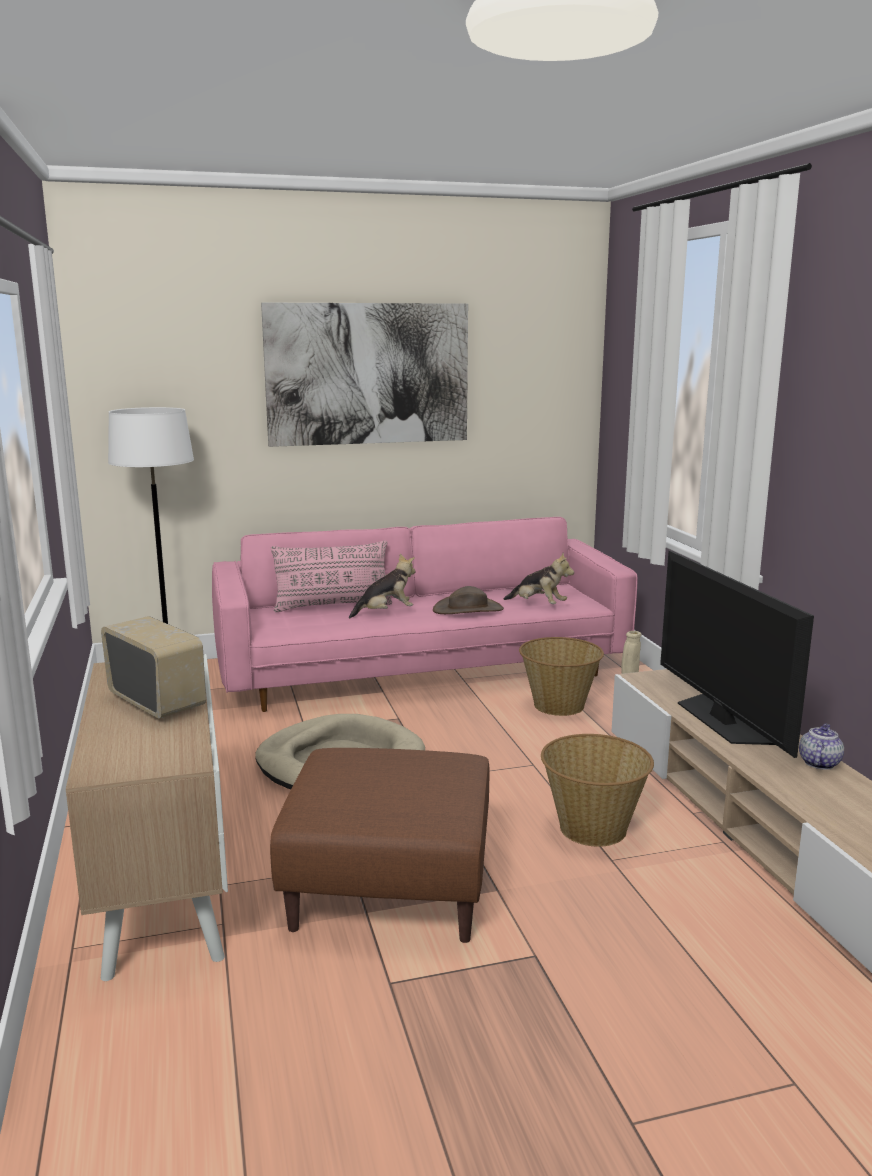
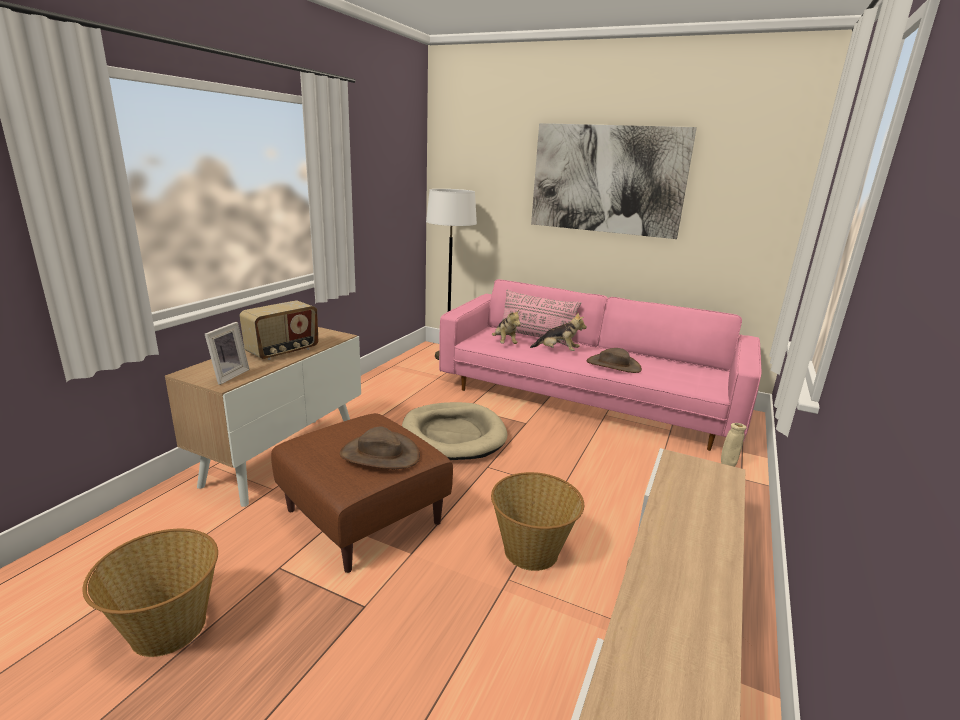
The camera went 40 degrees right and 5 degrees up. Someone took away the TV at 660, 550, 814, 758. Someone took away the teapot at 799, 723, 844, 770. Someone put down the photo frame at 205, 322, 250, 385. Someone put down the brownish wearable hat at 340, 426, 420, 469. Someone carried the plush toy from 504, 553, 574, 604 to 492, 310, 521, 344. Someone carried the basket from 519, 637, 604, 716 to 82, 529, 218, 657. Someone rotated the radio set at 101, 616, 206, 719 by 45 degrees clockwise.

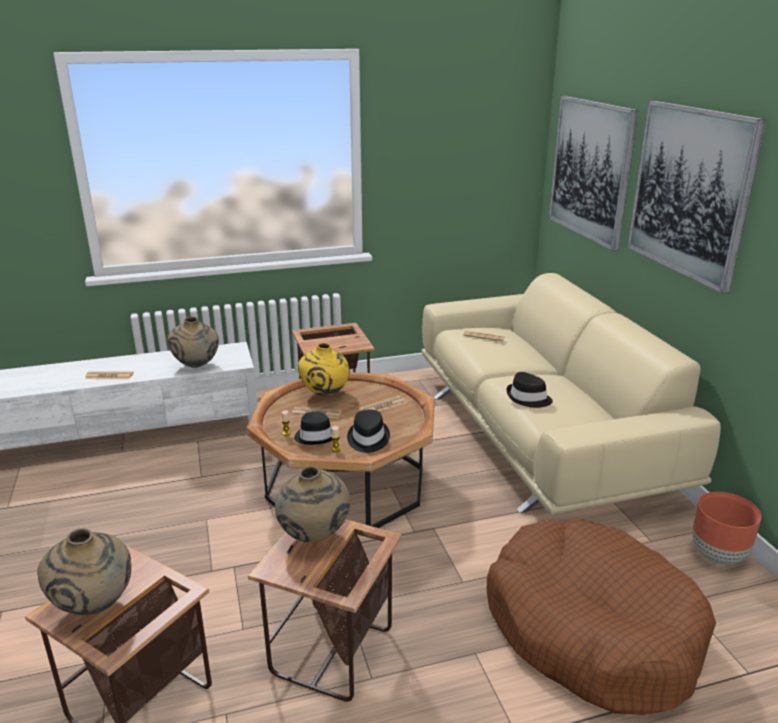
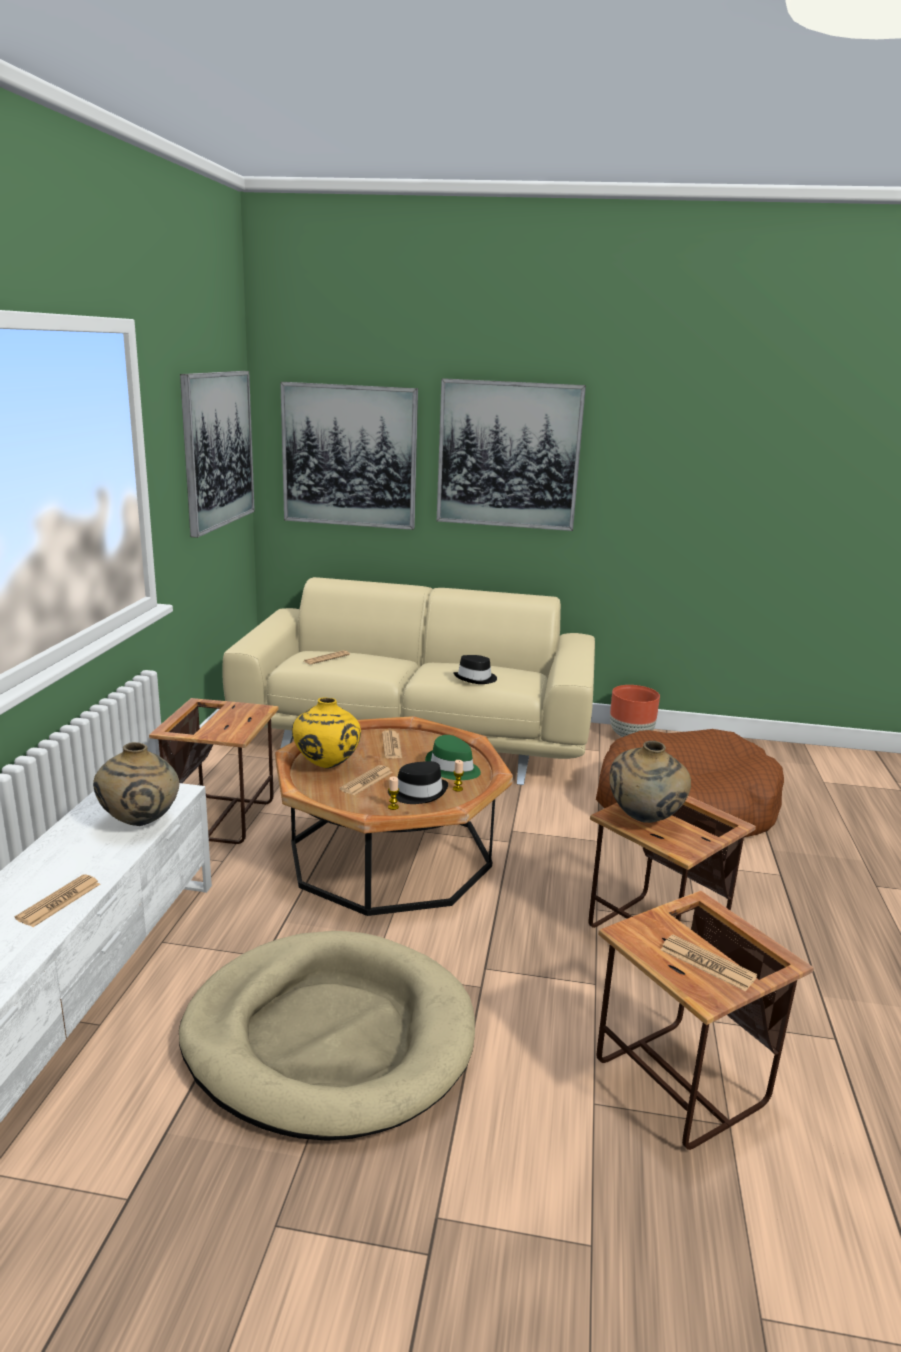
The camera went 65 degrees left and 5 degrees down. Someone put down the sand-coloured dog bed at 179, 931, 475, 1141. Someone put up the picture at 180, 371, 255, 538. Someone swapped the sand-coloured flower vase at 37, 528, 131, 615 for the newspaper at 660, 935, 758, 991. Someone repainted the blackish wearable hat at 347, 409, 390, 453, which became the greenish wearable hat at 425, 735, 481, 780.

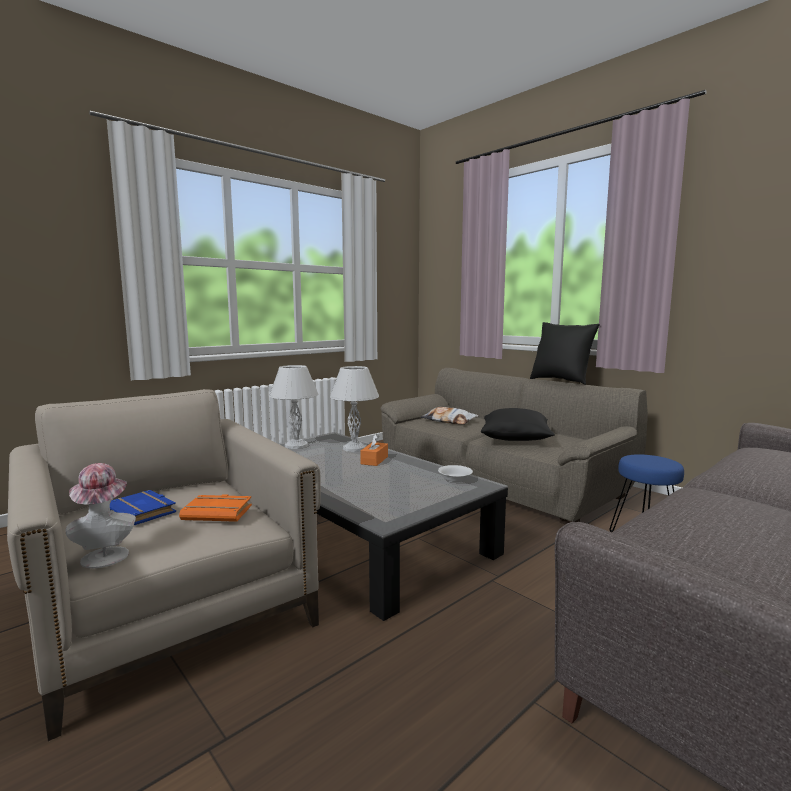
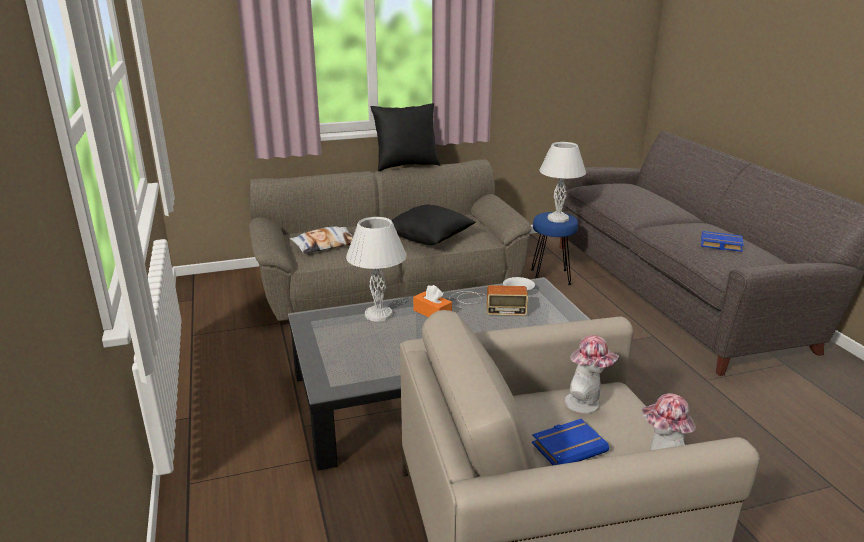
The camera went 65 degrees left and 15 degrees up. Someone put down the radio set at 449, 285, 528, 316. Someone put down the blue-coloured volume at 701, 231, 744, 252. Someone carried the white lamp for a table from 269, 365, 319, 449 to 539, 142, 586, 223. Someone swapped the orange volume at 179, 494, 252, 522 for the wearable hat at 565, 335, 619, 413.

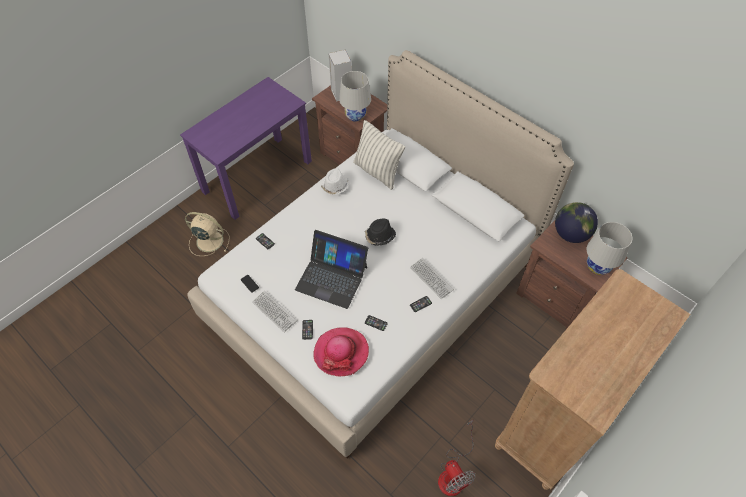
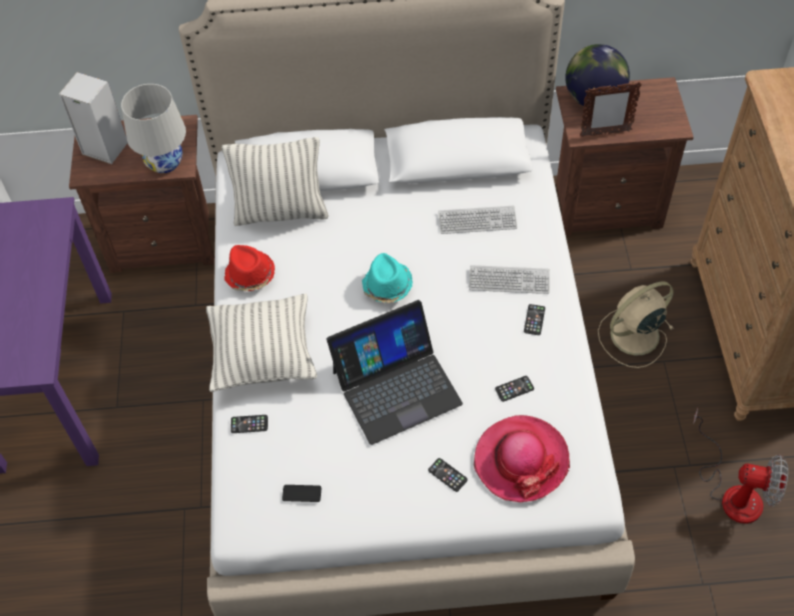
The camera went 45 degrees left and 0 degrees up. Someone took away the white lamp for a table at 587, 222, 632, 275. Someone put down the throw pillow at 206, 294, 317, 392. Someone put down the photo frame at 580, 82, 642, 137. Someone carried the sand-coloured electric fan from 185, 212, 229, 256 to 598, 281, 674, 368. Someone carried the computer keyboard from 252, 291, 297, 333 to 438, 205, 517, 234. Someone repainted the white wearable hat at 321, 168, 349, 194, which became the red-coloured wearable hat at 224, 245, 275, 291. Someone repainted the blackish wearable hat at 365, 219, 396, 246, which became the turquoise-coloured wearable hat at 362, 253, 413, 303.

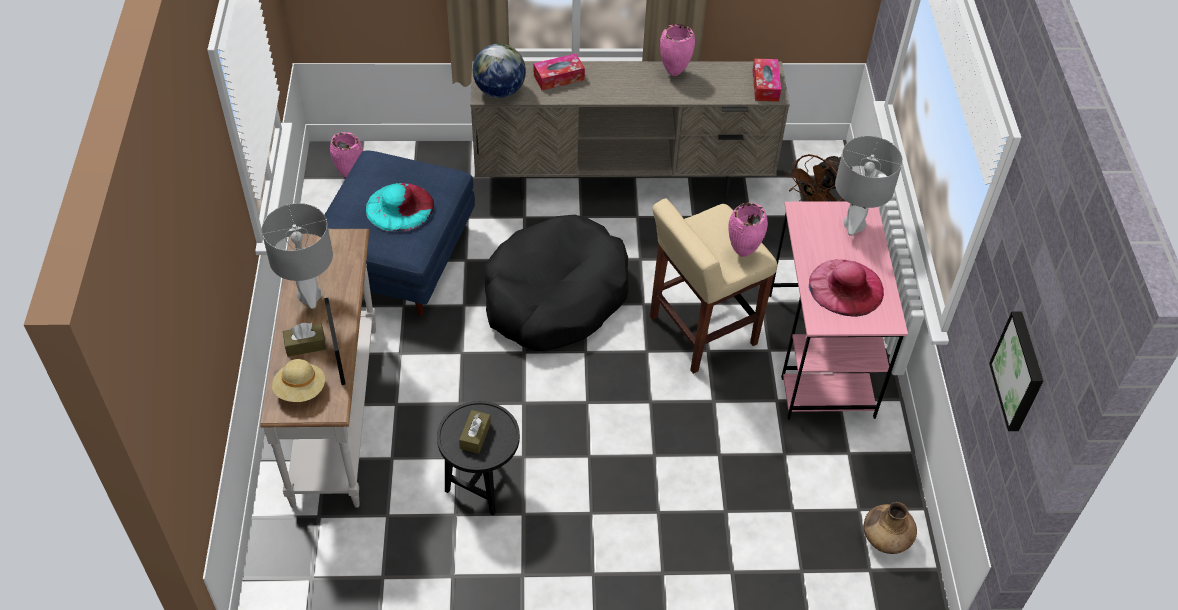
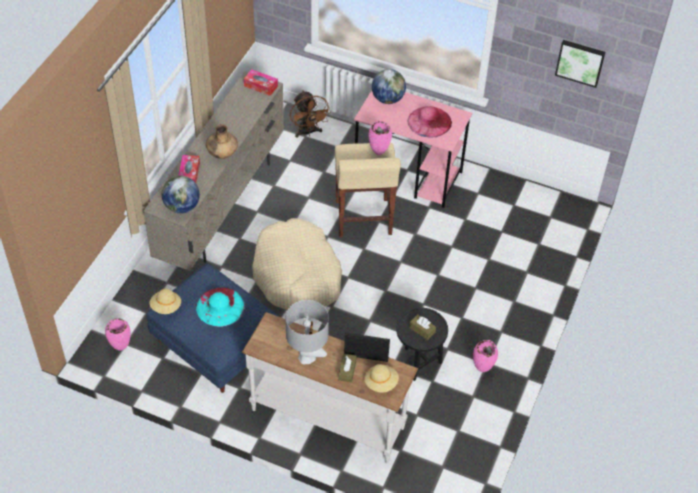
The camera went 65 degrees left and 0 degrees up. Someone put down the sand-coloured wearable hat at 150, 289, 181, 314. Someone carried the pink-coloured flower vase from 660, 24, 695, 76 to 473, 340, 498, 372. Someone carried the brownish flower vase from 864, 502, 917, 554 to 206, 124, 238, 159. Someone swapped the gray lamp for a table at 835, 136, 903, 236 for the desk globe at 372, 69, 406, 104. Someone repainted the blackish dog bed at 484, 215, 629, 351, which became the sand-coloured dog bed at 252, 218, 342, 310.

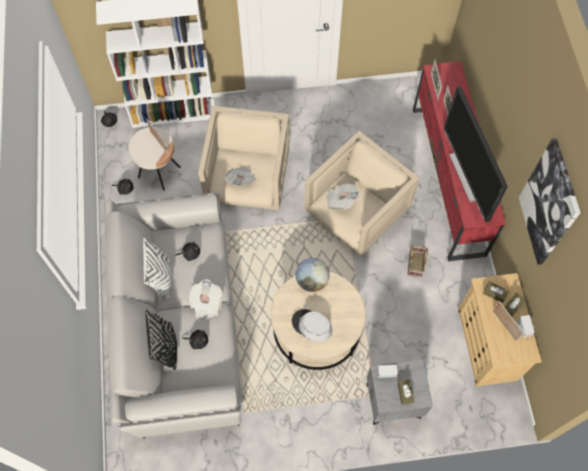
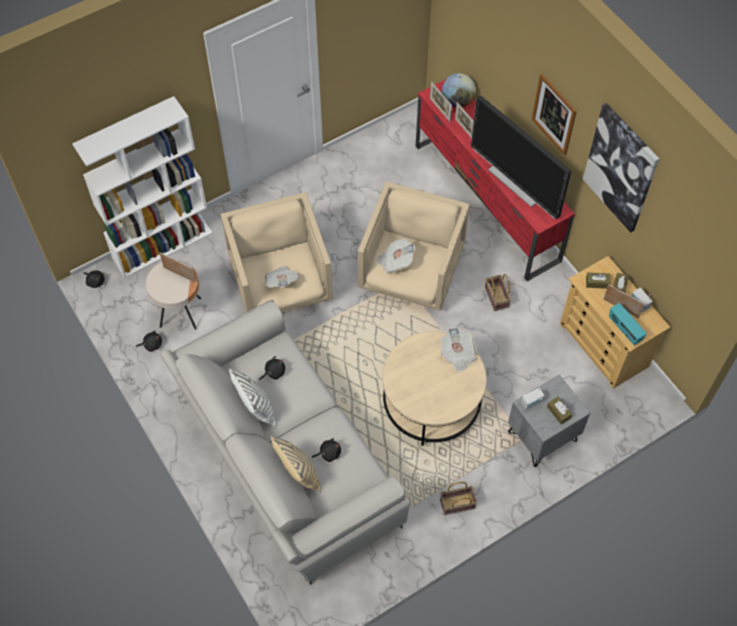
The camera went 25 degrees left and 5 degrees down. Someone took away the gray wearable hat at 292, 309, 332, 342. Someone put down the basket at 440, 482, 477, 515. Someone put up the picture at 532, 74, 577, 156. Someone put down the radio set at 609, 303, 647, 345. Someone carried the newspaper from 188, 279, 223, 321 to 441, 326, 477, 373. Someone carried the desk globe from 296, 258, 330, 292 to 442, 73, 476, 108. Someone repainted the blackish throw pillow at 146, 310, 177, 371, which became the sand-coloured throw pillow at 270, 436, 321, 492.

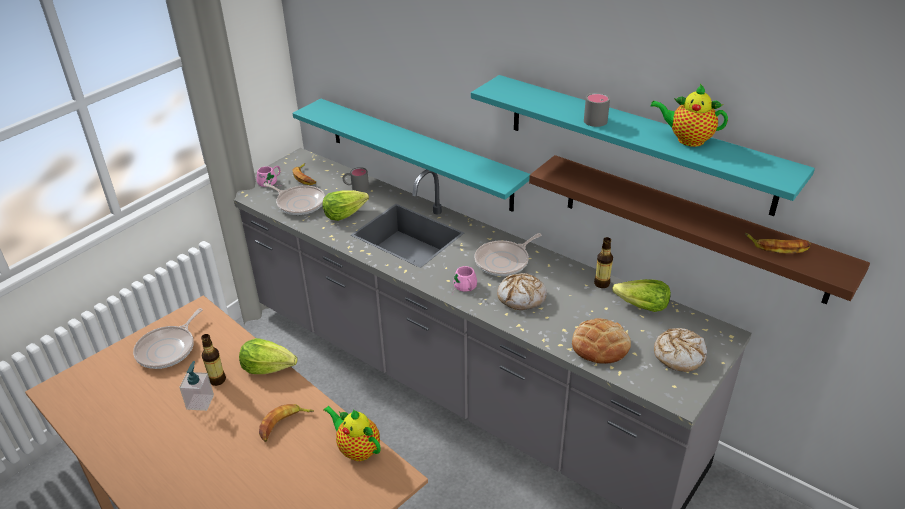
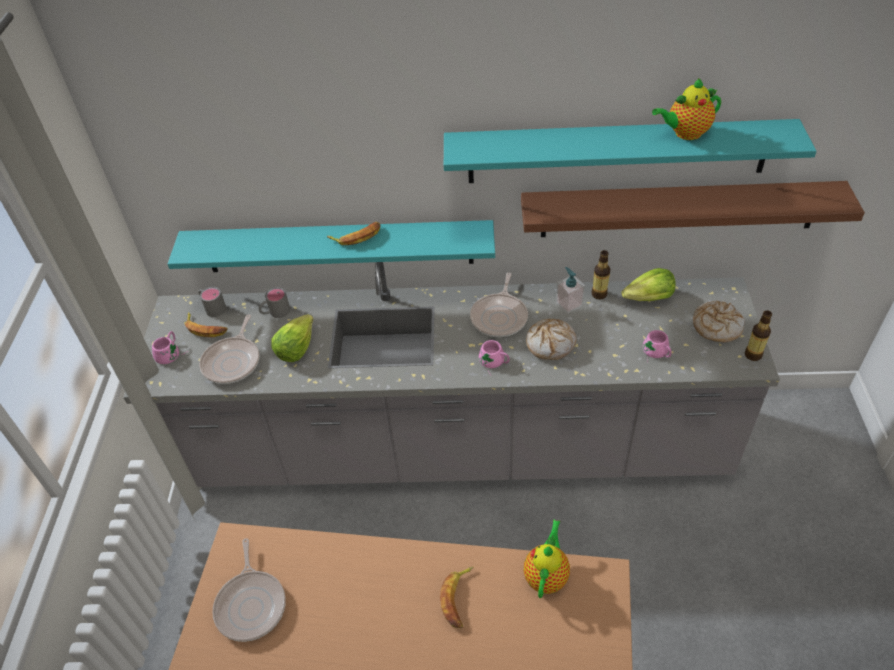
The camera went 35 degrees left and 10 degrees up. Someone took away the lettuce at 239, 338, 298, 374. Someone carried the soap dispenser from 179, 361, 214, 411 to 556, 267, 585, 314. Someone carried the drink bottle from 201, 334, 226, 386 to 745, 310, 772, 361. Someone carried the gray mug from 584, 93, 610, 127 to 198, 287, 226, 317. Someone carried the banana from 745, 233, 811, 254 to 327, 222, 381, 245. Someone swapped the bread at 572, 318, 631, 364 for the pink-coloured mug at 643, 330, 671, 363. Someone rotated the pan at 263, 183, 325, 215 by 105 degrees clockwise. Someone rotated the teapot at 323, 406, 381, 461 by 105 degrees clockwise.

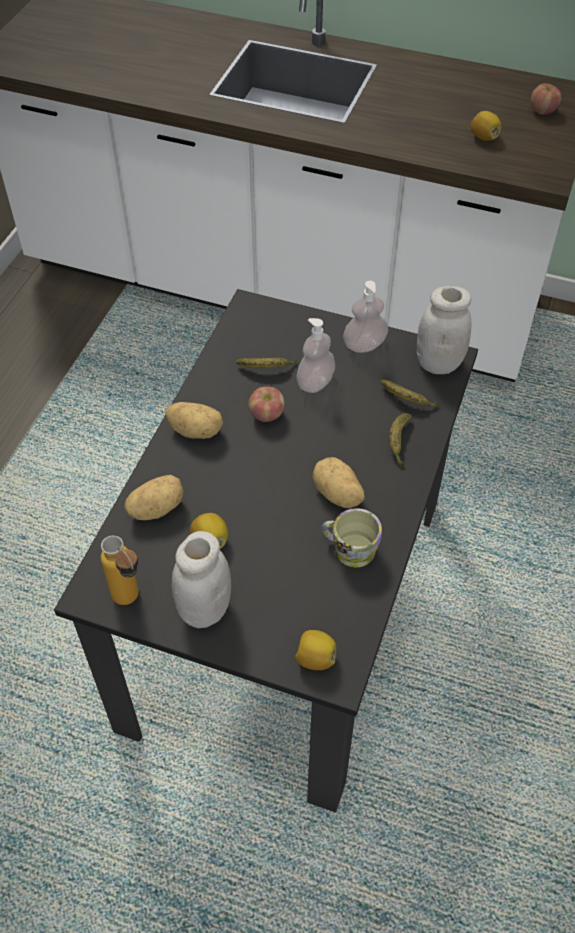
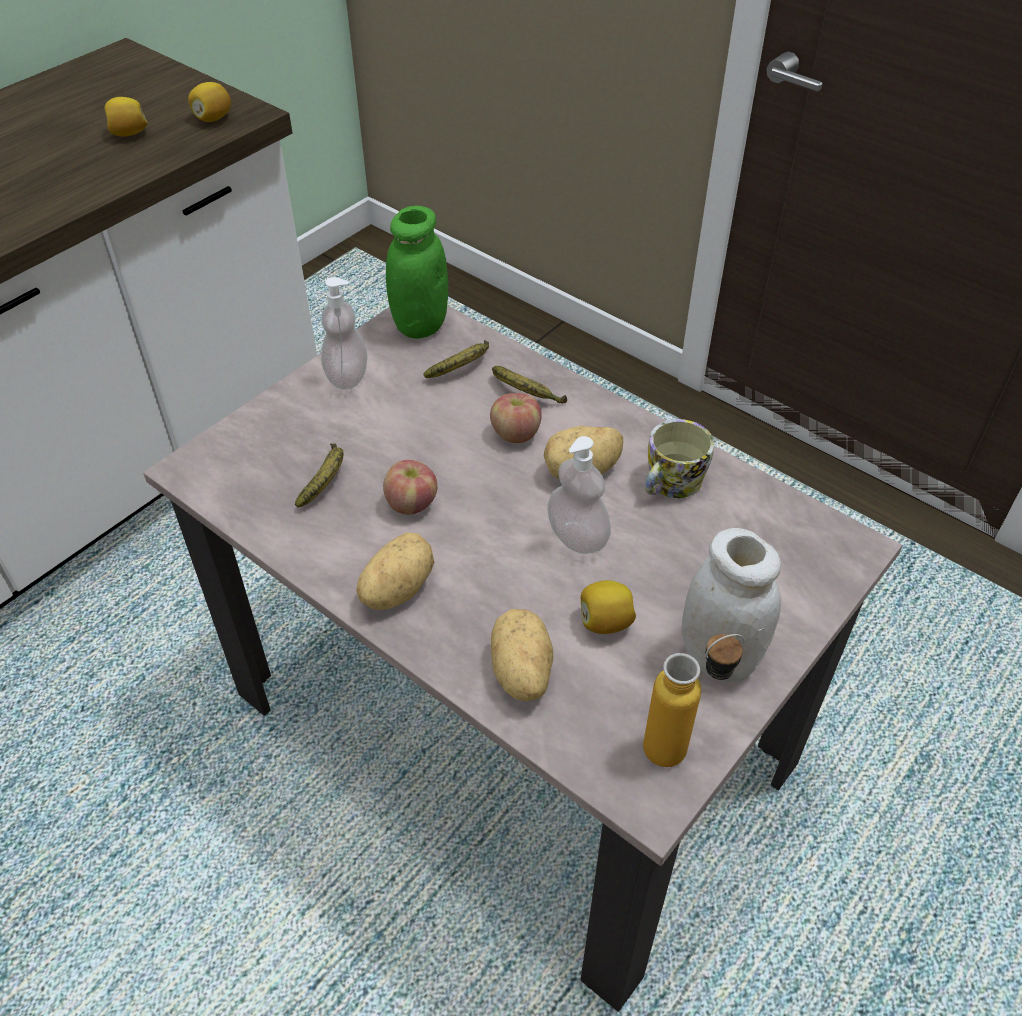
The camera went 70 degrees left and 5 degrees down. Someone carried the citrus fruit from 295, 630, 336, 670 to 188, 82, 231, 122. Someone carried the soap dispenser from 297, 318, 335, 393 to 547, 436, 611, 554. Someone carried the apple fruit from 531, 83, 562, 115 to 490, 393, 542, 443. Someone repainted the blackish dinner table at 54, 289, 478, 813, which became the sand-coloured dinner table at 143, 305, 903, 1012. Someone repainted the white jar at 417, 286, 471, 374, which became the greenish jar at 386, 206, 448, 339.

